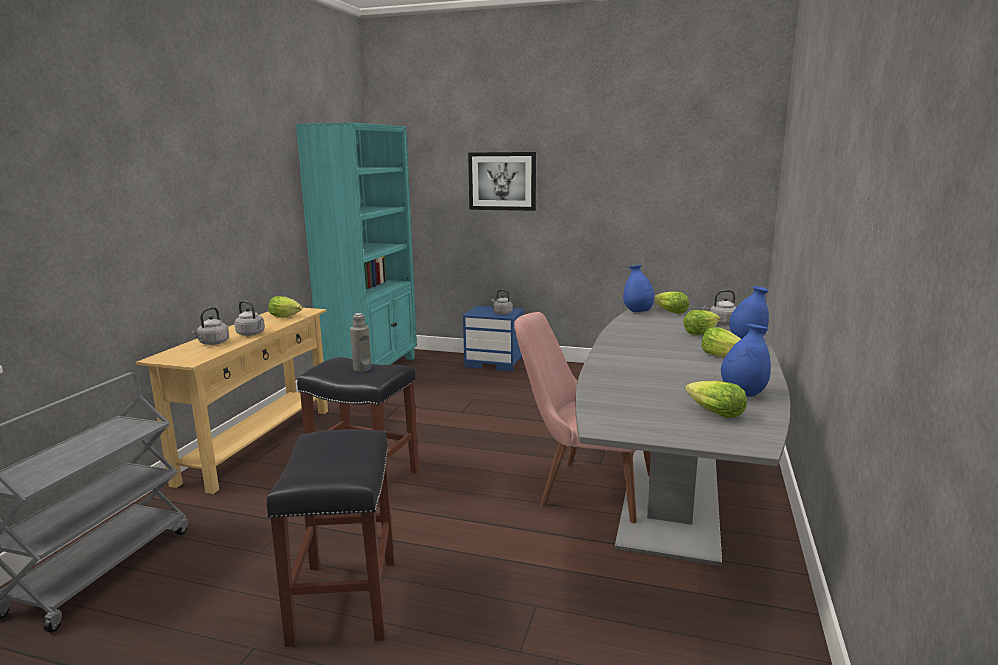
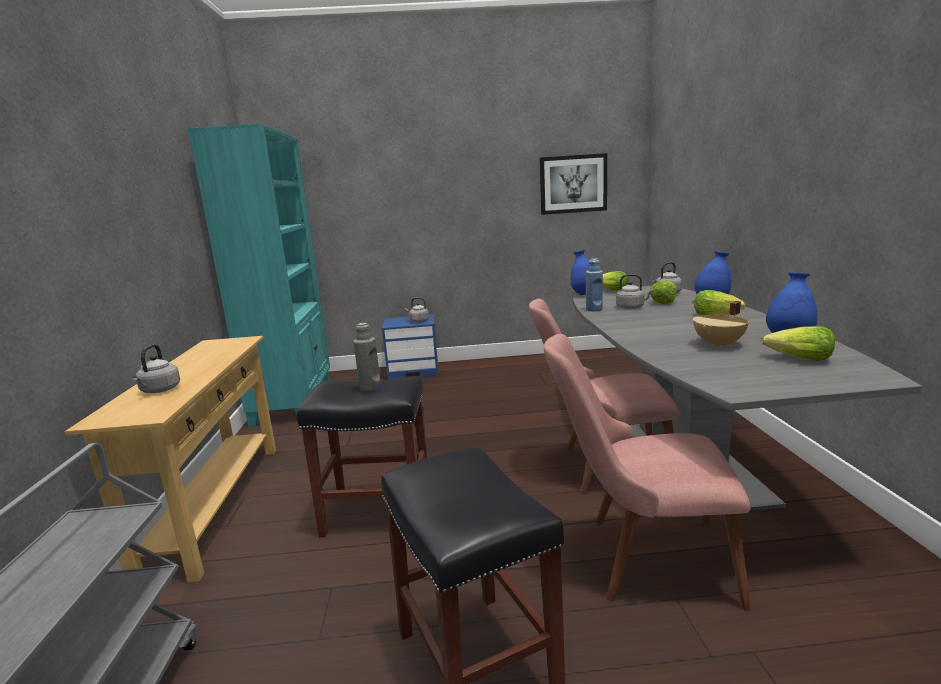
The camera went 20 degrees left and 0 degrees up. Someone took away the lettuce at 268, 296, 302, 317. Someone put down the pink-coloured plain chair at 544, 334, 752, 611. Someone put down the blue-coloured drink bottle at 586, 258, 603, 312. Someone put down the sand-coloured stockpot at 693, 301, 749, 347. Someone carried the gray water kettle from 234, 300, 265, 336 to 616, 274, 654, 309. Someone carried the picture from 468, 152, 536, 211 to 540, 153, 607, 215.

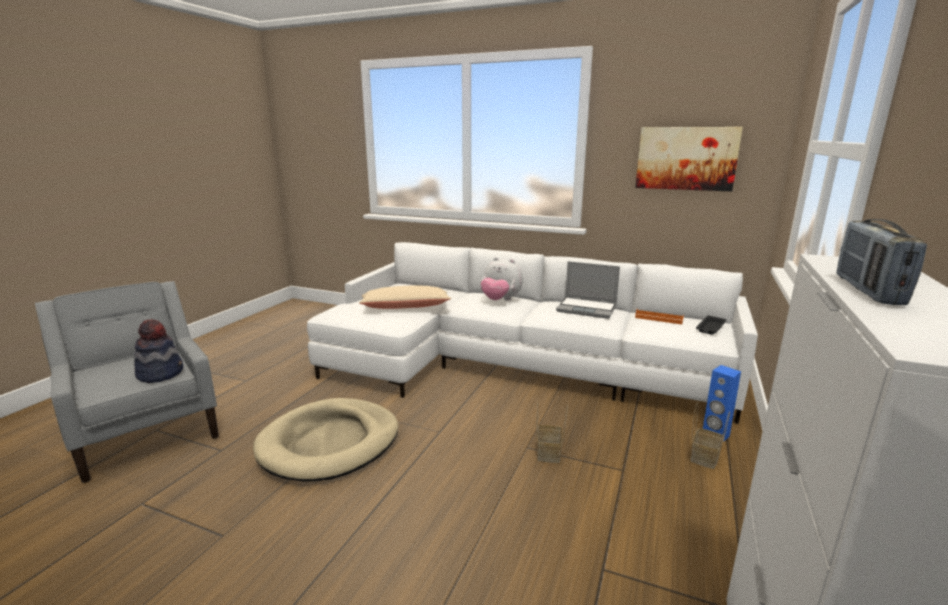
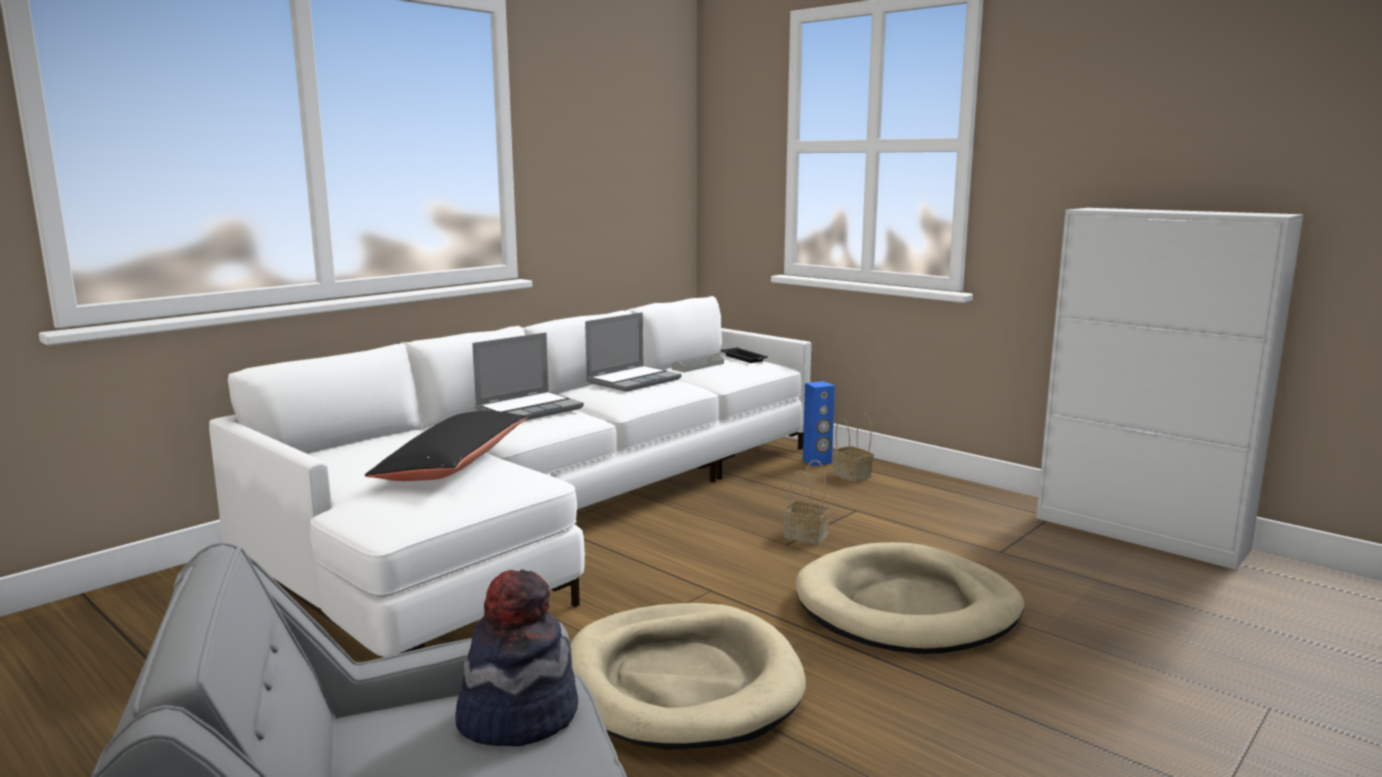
The camera went 70 degrees left and 5 degrees down. Someone took away the picture at 635, 127, 743, 192. Someone took away the radio set at 836, 219, 927, 305. Someone put down the sand-coloured dog bed at 795, 542, 1024, 654. Someone swapped the plush toy at 481, 257, 523, 301 for the laptop at 472, 333, 584, 421. Someone repainted the sand-coloured throw pillow at 359, 286, 451, 309, which became the blackish throw pillow at 364, 411, 528, 481. Someone repainted the orange tray at 635, 309, 684, 324, which became the gray tray at 672, 353, 724, 373.

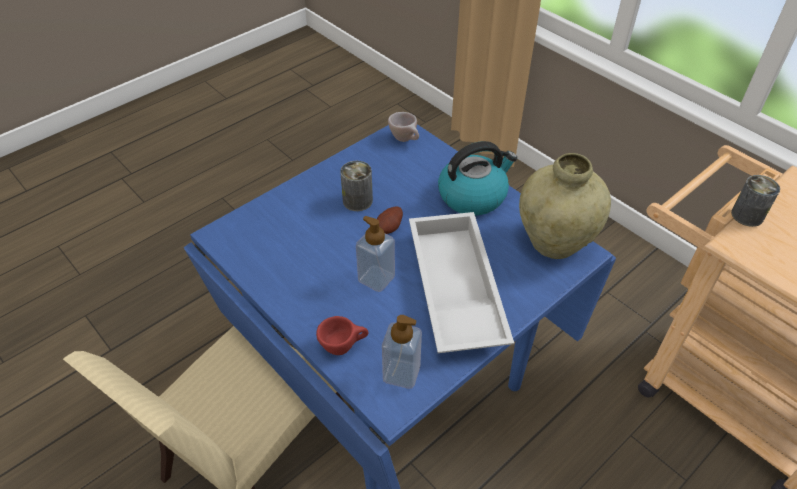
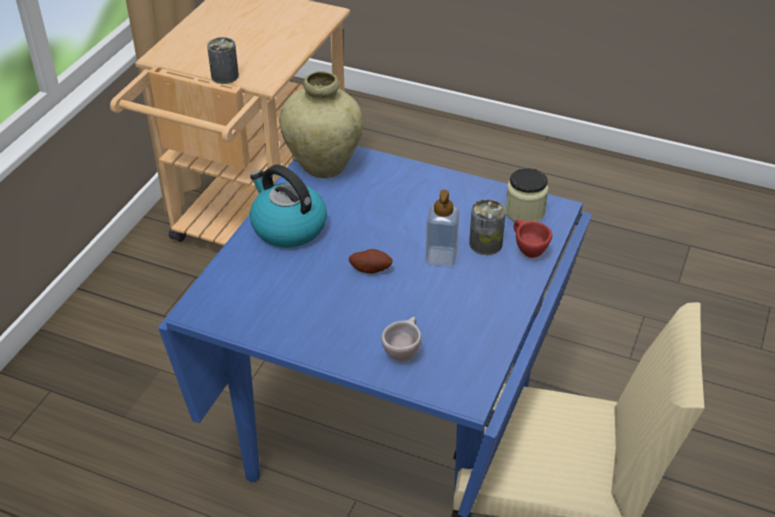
The camera went 115 degrees left and 5 degrees down. Someone took away the white tray at 409, 212, 514, 353. Someone carried the sealed can from 340, 161, 373, 211 to 469, 199, 506, 255. Someone carried the sand-coloured cup from 388, 112, 419, 142 to 381, 317, 421, 361. Someone swapped the soap dispenser at 382, 315, 422, 389 for the jar at 505, 168, 548, 222.

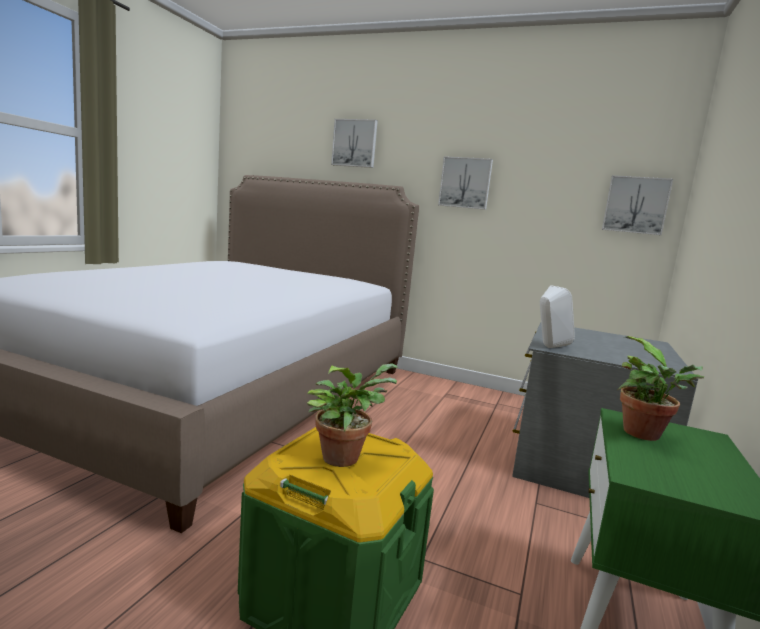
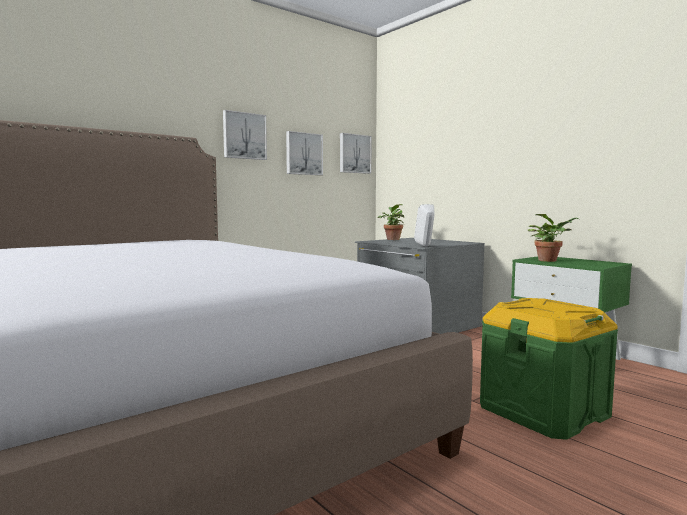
The camera went 60 degrees left and 5 degrees down. Someone carried the potted plant from 307, 363, 399, 467 to 377, 204, 404, 240. Someone carried the picture from 331, 119, 378, 168 to 286, 131, 323, 175.

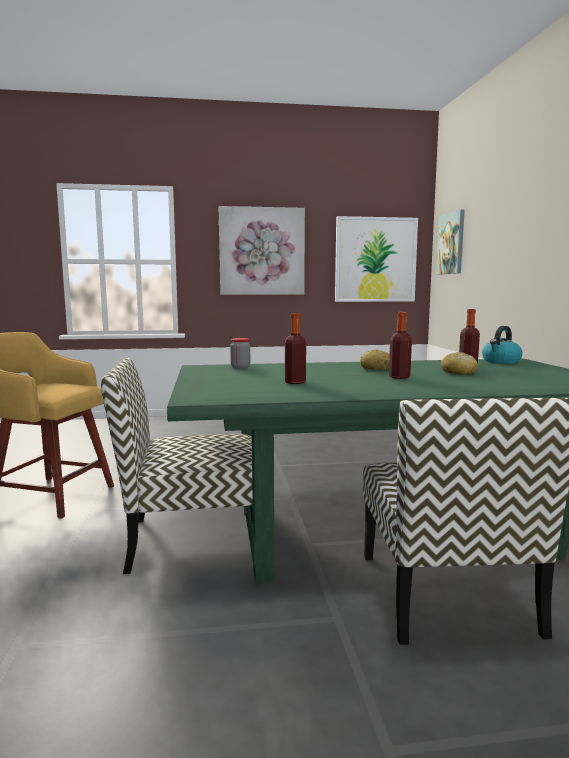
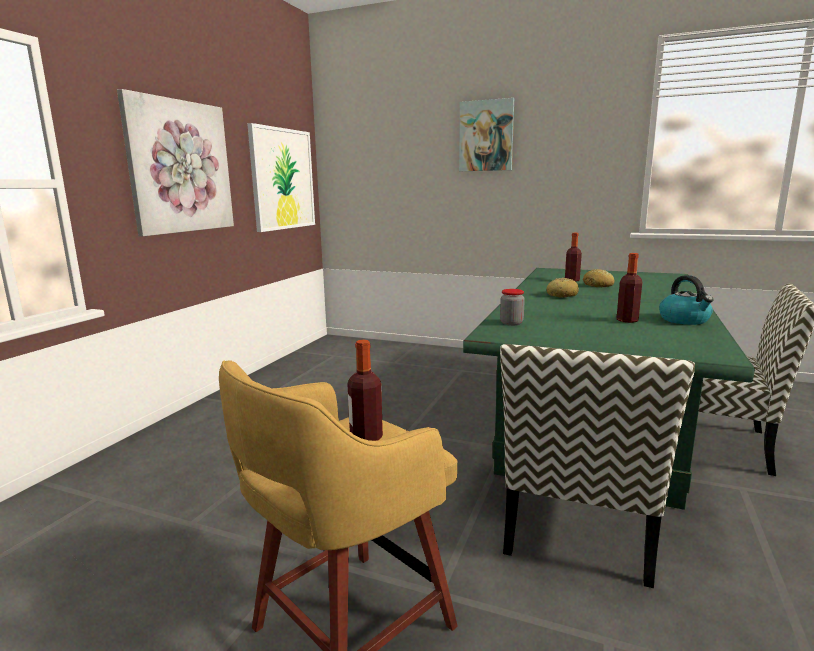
The camera went 60 degrees left and 5 degrees up. Someone carried the drink bottle from 389, 312, 412, 379 to 347, 340, 383, 441. Someone carried the picture from 436, 209, 465, 275 to 459, 98, 514, 171. Someone carried the water kettle from 482, 326, 523, 364 to 659, 275, 714, 325.

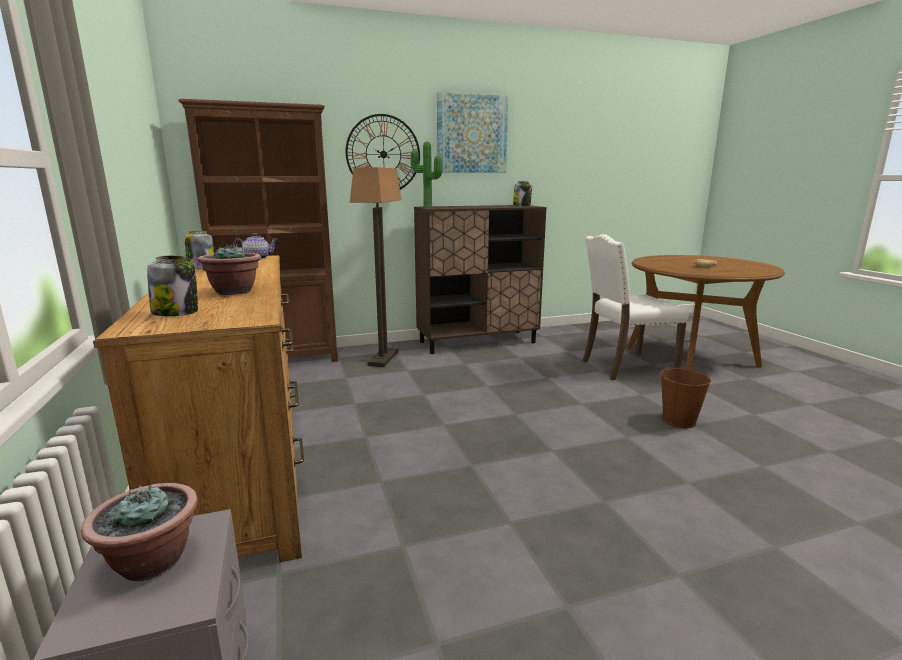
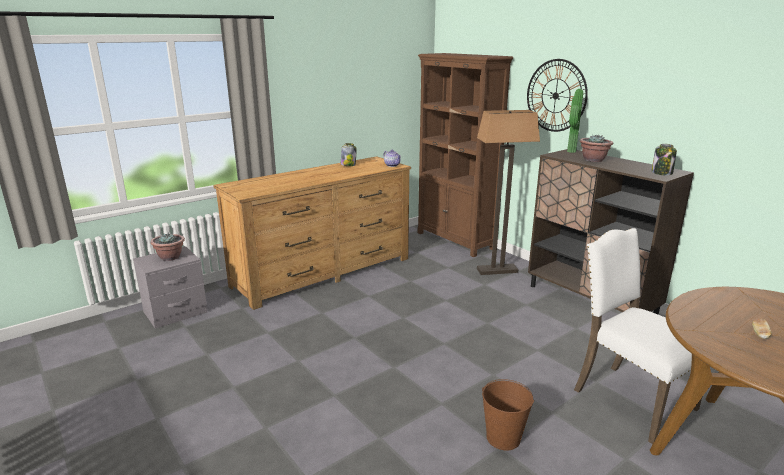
The camera went 70 degrees right and 5 degrees up. Someone took away the jar at 147, 256, 198, 316. Someone took away the picture at 437, 92, 508, 173. Someone carried the potted plant from 197, 244, 261, 295 to 580, 134, 613, 162.

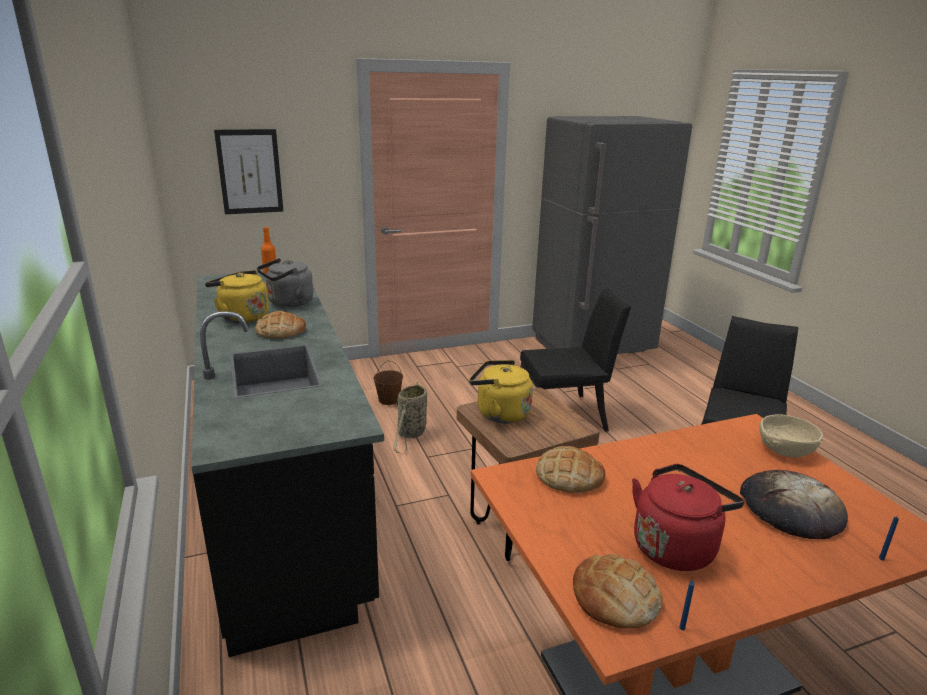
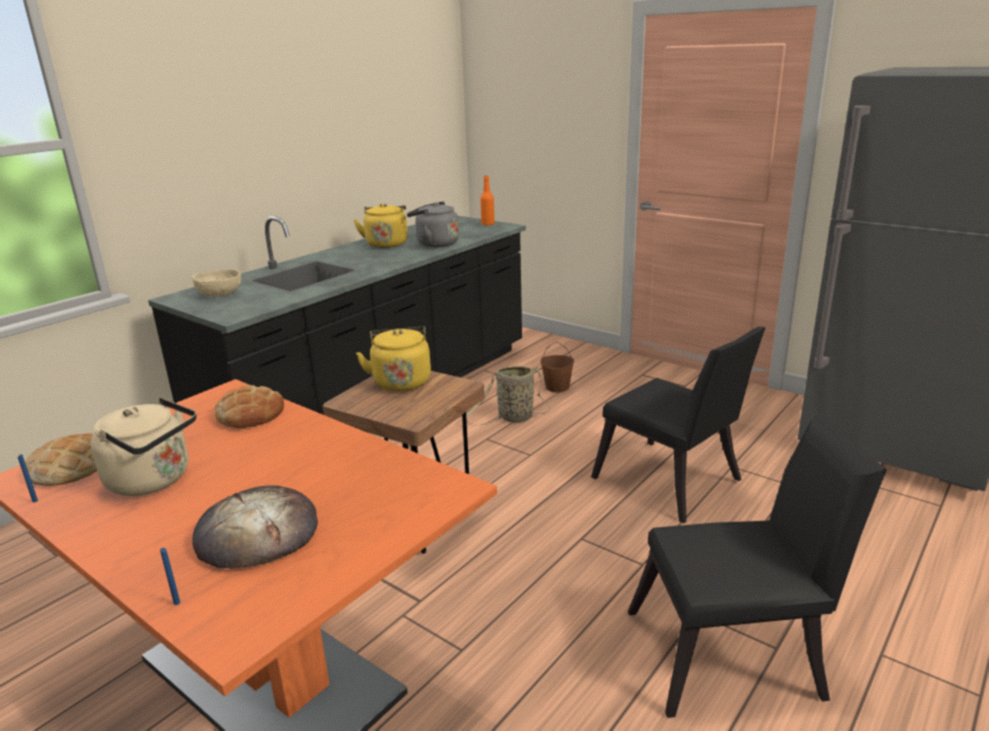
The camera went 60 degrees right and 0 degrees up. Someone took away the picture at 214, 129, 283, 214. Someone took away the bread at 255, 311, 306, 339. Someone carried the sand-coloured bowl from 759, 414, 823, 457 to 192, 269, 241, 297. Someone repainted the red-coloured water kettle at 632, 464, 744, 571, which became the sand-coloured water kettle at 91, 398, 197, 496.

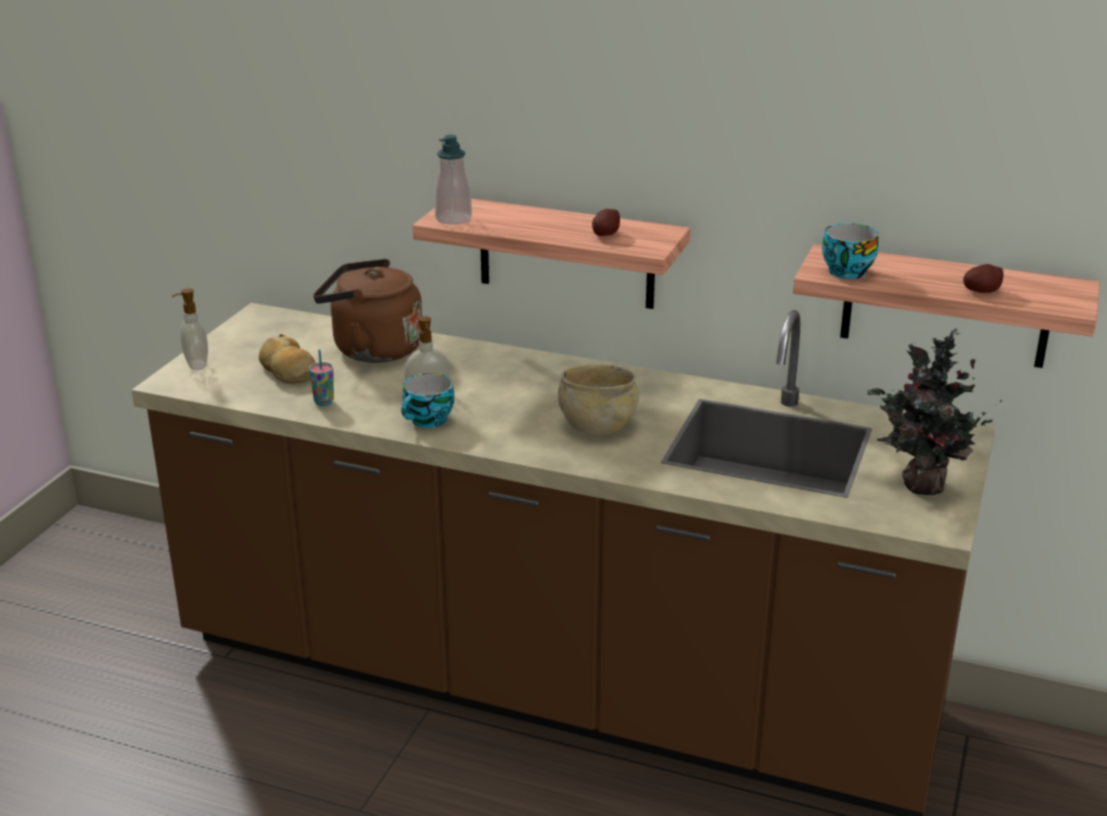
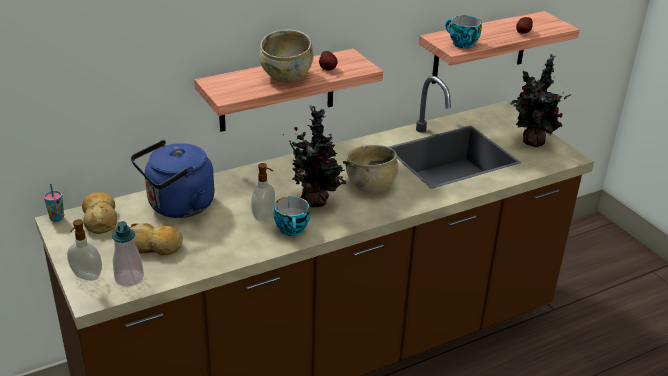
The camera went 50 degrees left and 5 degrees up. Someone put down the bread at 82, 192, 117, 234. Someone put down the sand-coloured bowl at 259, 29, 314, 83. Someone put down the potted plant at 289, 106, 354, 208. Someone carried the cup from 309, 349, 334, 406 to 44, 183, 64, 222. Someone carried the soap dispenser from 435, 135, 472, 225 to 112, 221, 144, 286. Someone repainted the brownish water kettle at 313, 259, 422, 363, which became the blue-coloured water kettle at 131, 140, 215, 218.

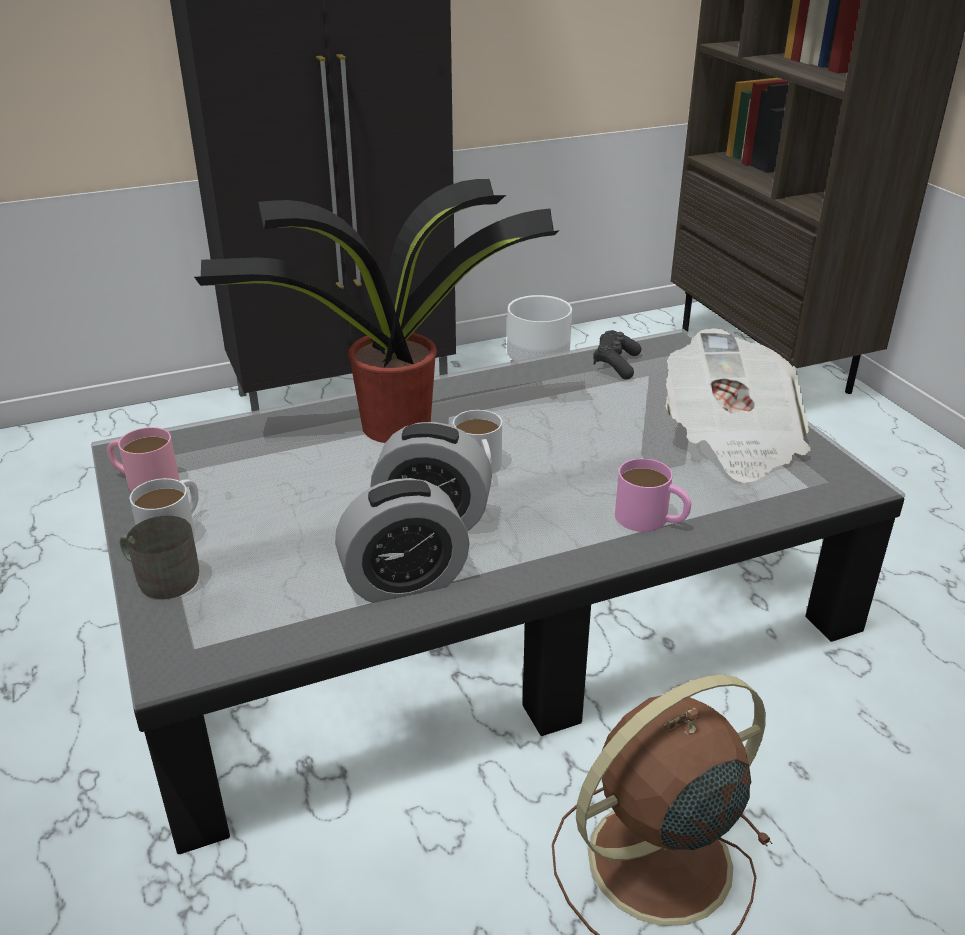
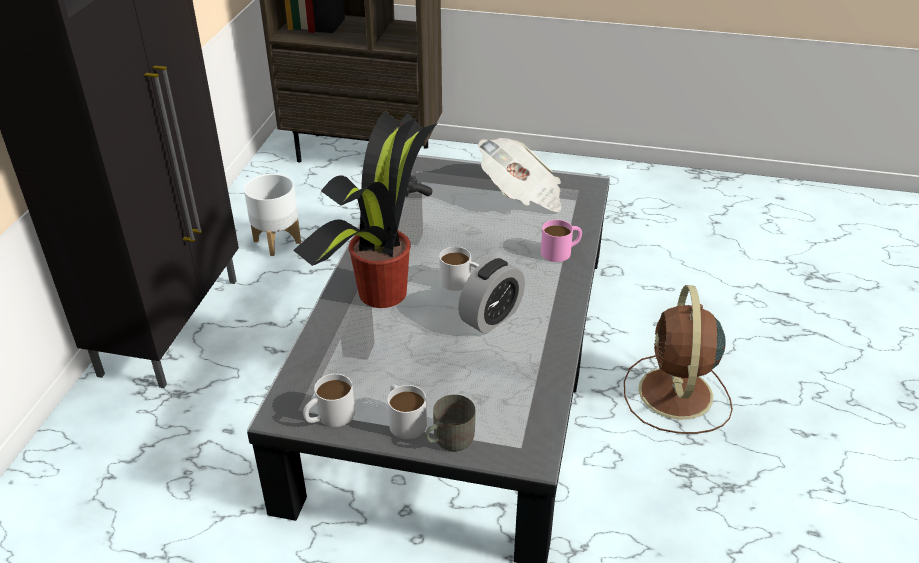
The camera went 55 degrees left and 5 degrees up. Someone took away the table clock at 335, 478, 470, 603. Someone repainted the pink-coloured mug at 107, 427, 179, 492, which became the white mug at 303, 374, 355, 427.

